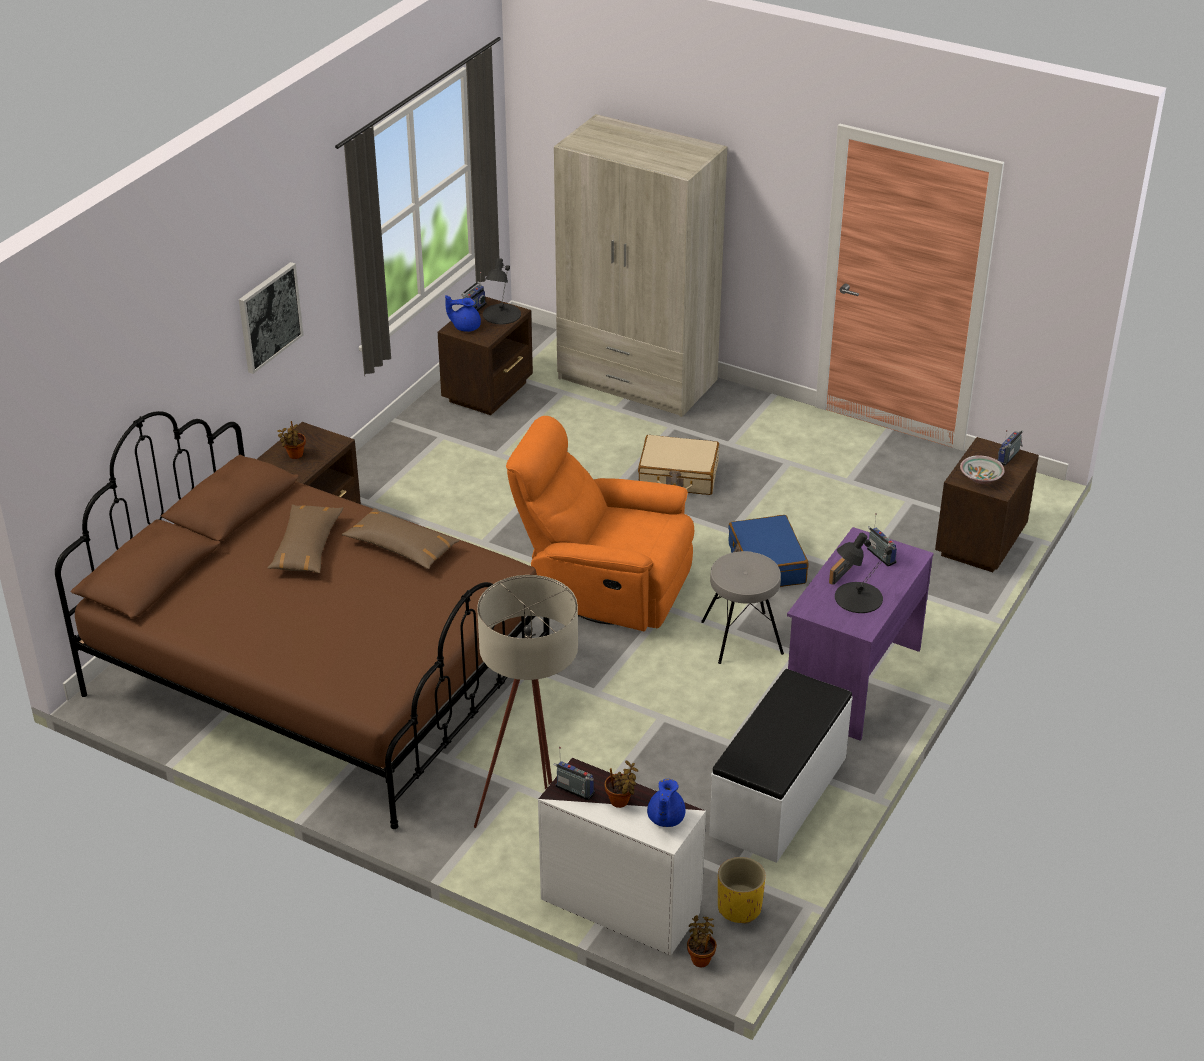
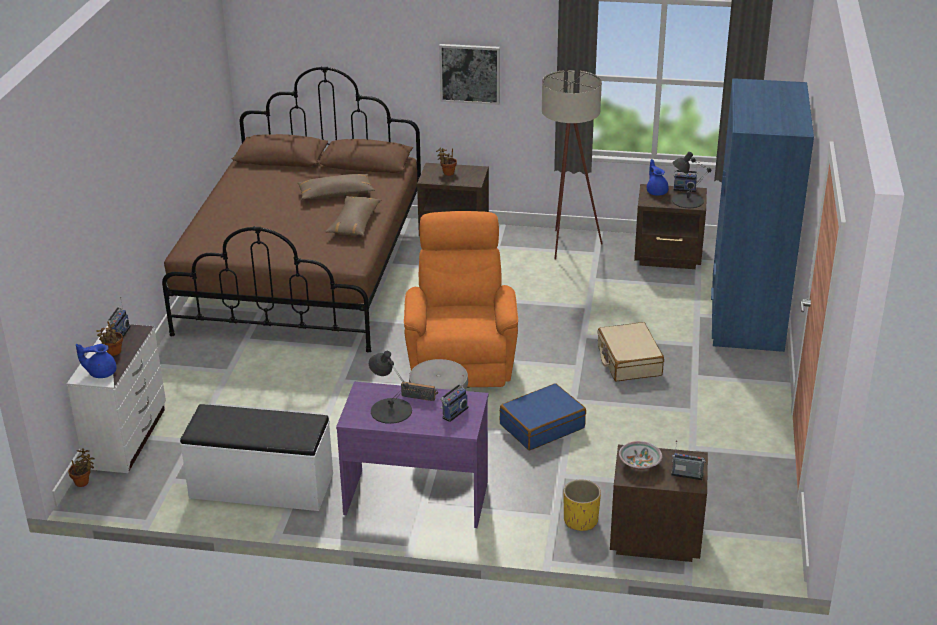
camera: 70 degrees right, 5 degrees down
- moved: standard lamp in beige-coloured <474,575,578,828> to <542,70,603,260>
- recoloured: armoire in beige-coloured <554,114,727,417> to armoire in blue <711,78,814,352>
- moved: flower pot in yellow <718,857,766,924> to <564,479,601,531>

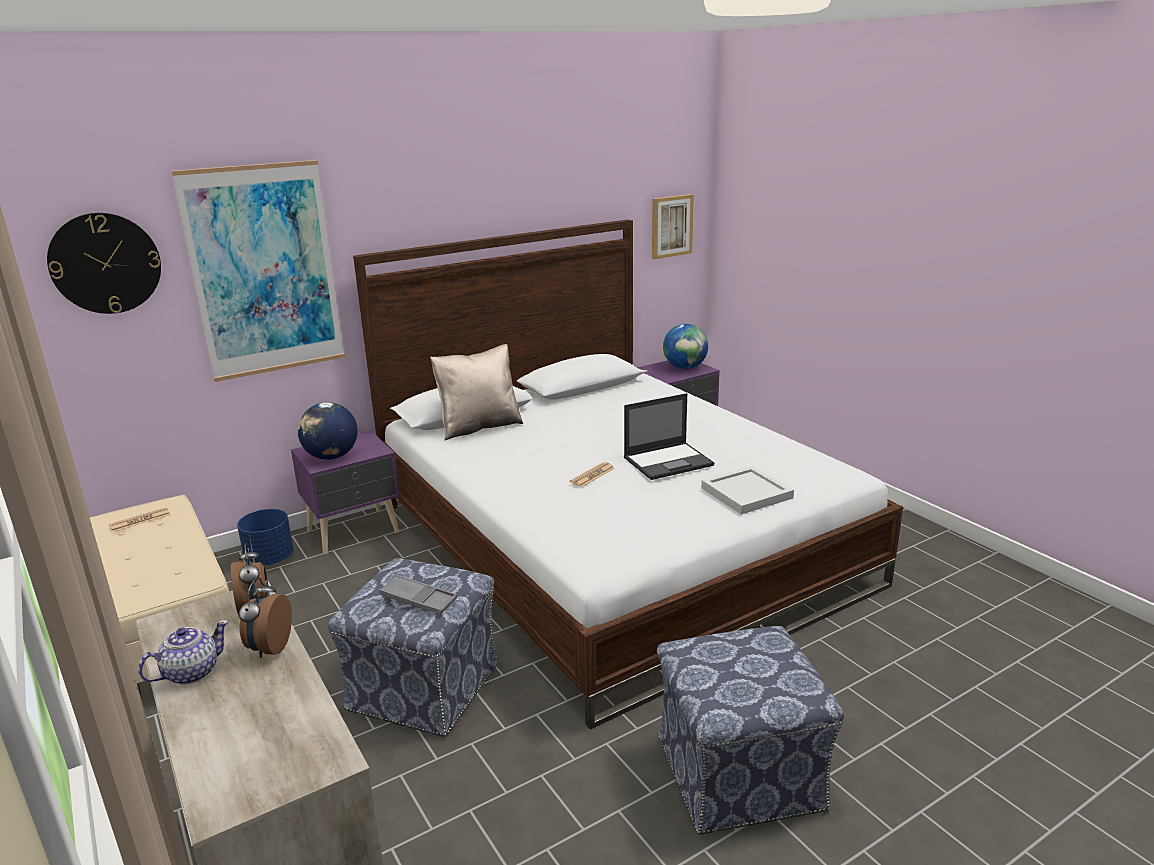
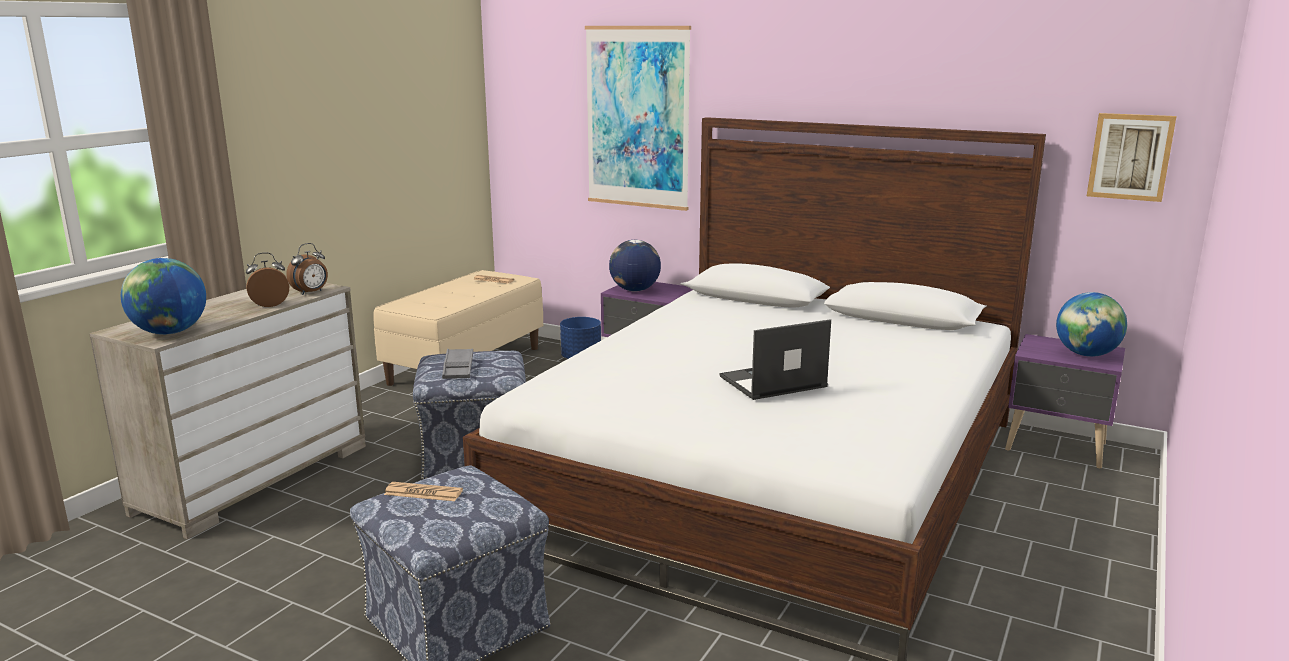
camera: 60 degrees right, 5 degrees down
- removed: hanging clock <47,213,161,314>
- removed: teapot <138,620,229,685>
- removed: throw pillow in beige-coloured <430,344,523,440>
- moved: daily paper <570,462,615,487> to <384,482,463,501>
- turned: laptop <624,393,714,480> = <719,319,831,400> 120 degrees clockwise
- removed: tray in whitish <701,466,794,515>
- added: world globe <121,258,206,335>

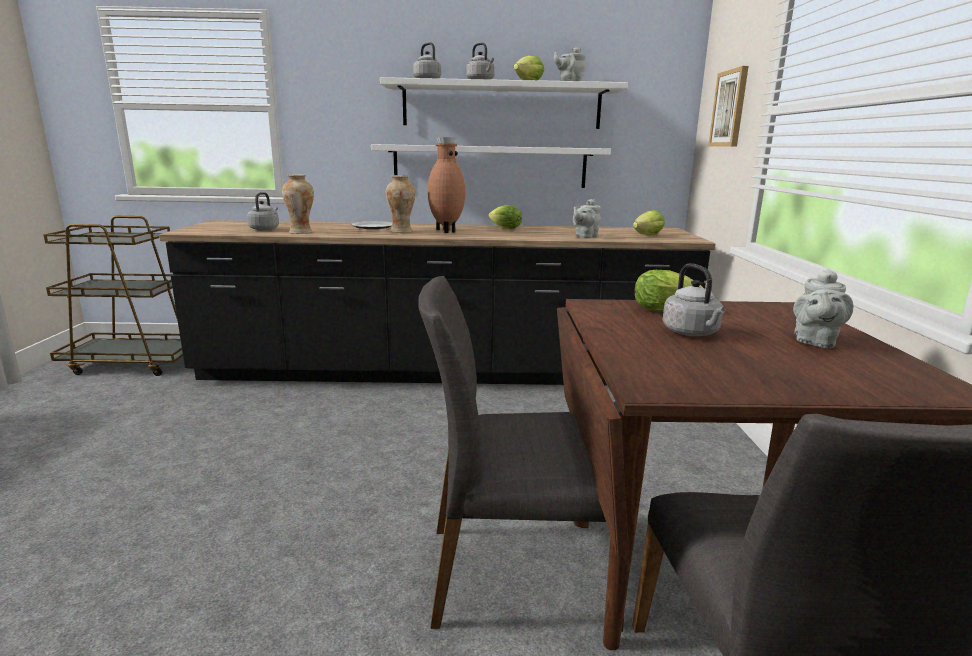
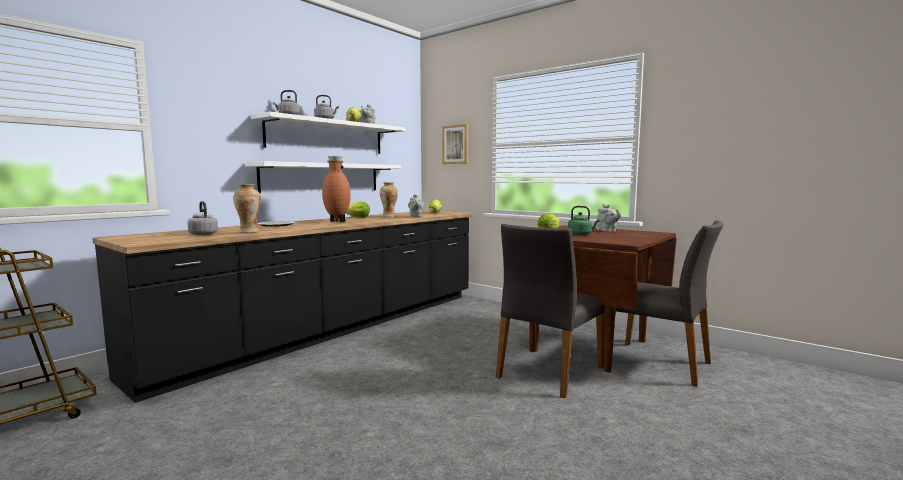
camera: 50 degrees left, 10 degrees down
- moved: vase <386,175,415,233> to <380,182,398,217>
- recoloured: water kettle in greyish <663,263,726,336> to water kettle in greenish <568,206,599,235>

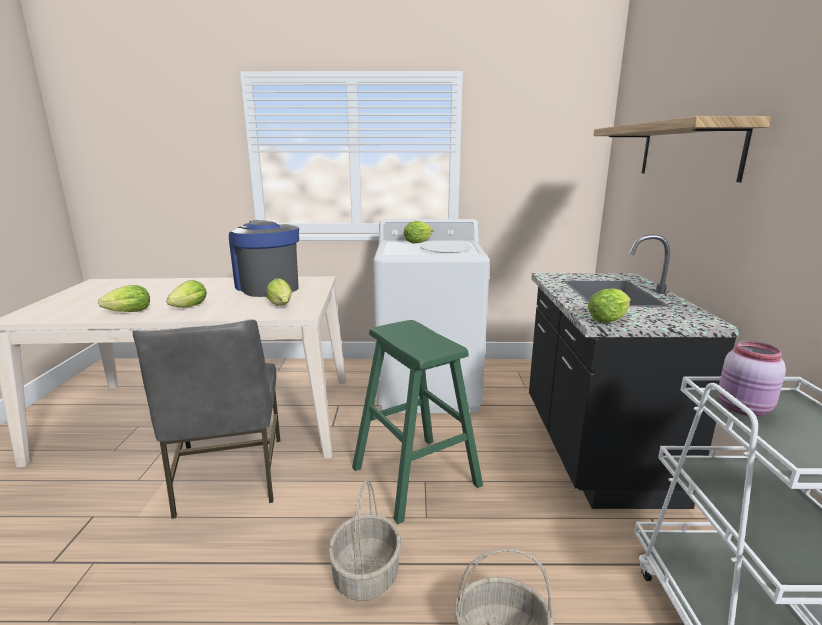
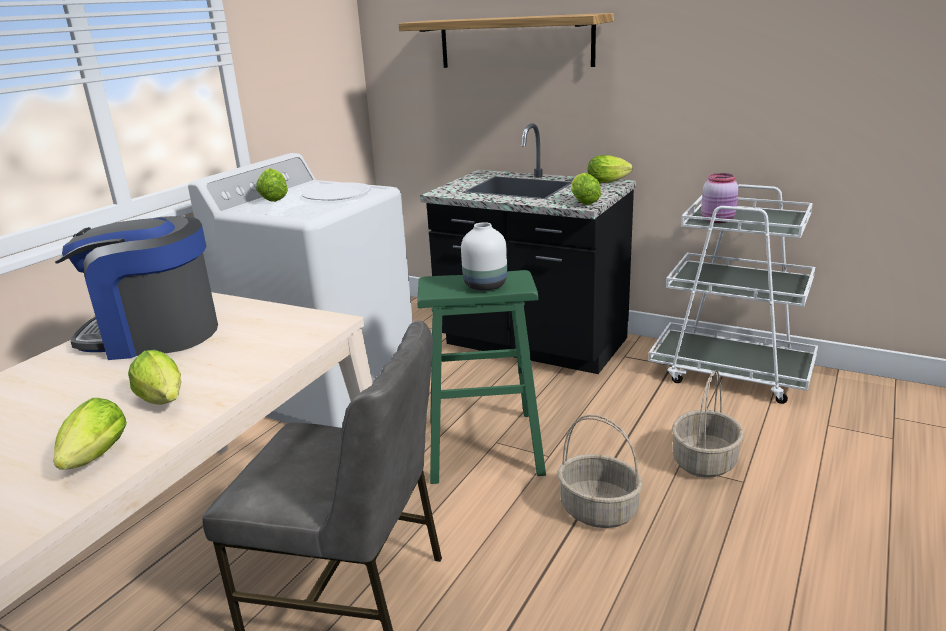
camera: 60 degrees left, 5 degrees up
- moved: lettuce <266,278,292,306> to <588,155,633,183>
- added: vase in whitish <461,222,507,291>

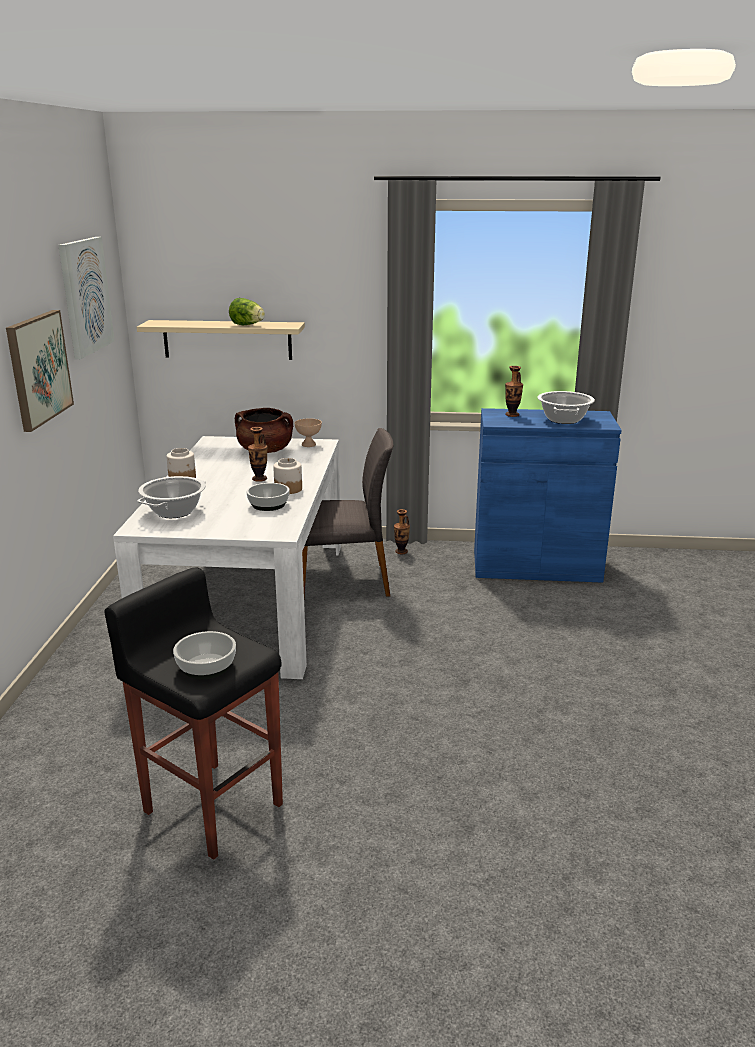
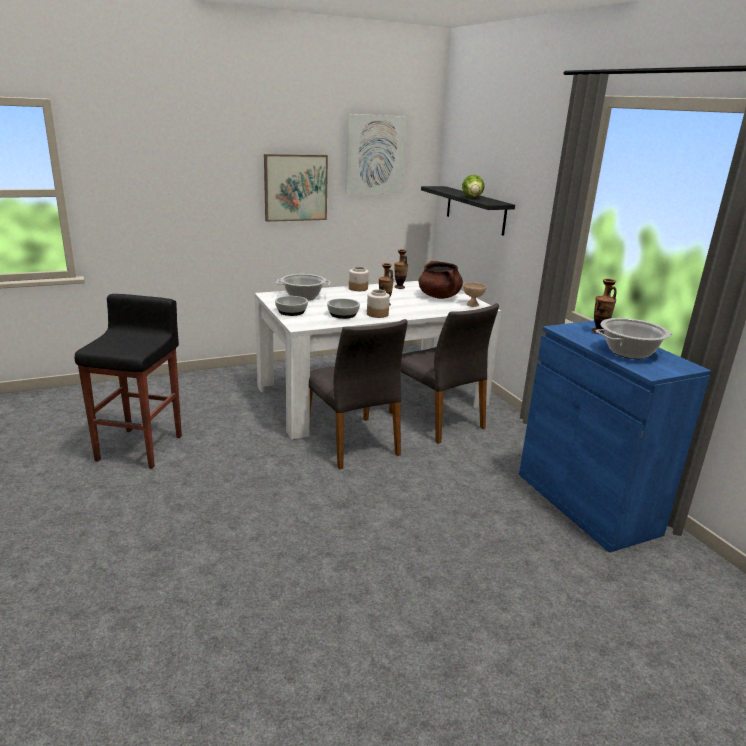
camera: 60 degrees right, 0 degrees up
- recoloured: shelf in beige-coloured <137,320,305,360> to shelf in blackish <421,186,515,235>
- moved: deep dish <173,631,236,679> to <275,296,308,316>
- moved: vase <394,509,410,554> to <394,249,408,289>
- added: plain chair in greyish <309,319,408,469>

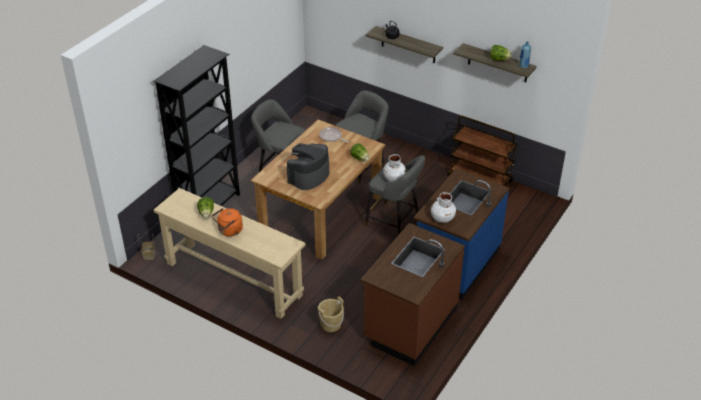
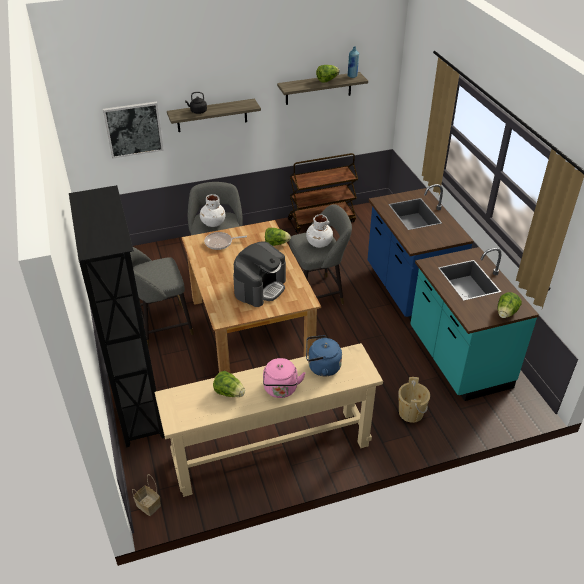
camera: 50 degrees left, 0 degrees up
- recoloured: water kettle in orange-coloured <212,208,243,237> to water kettle in pinkish <263,358,306,398>
- turned: coffee maker <287,143,329,190> = <233,241,286,307> 135 degrees counterclockwise
- recoloured: counter in brown-coloured <360,223,465,366> to counter in turquoise-coloured <410,247,539,401>
- moved: vase in whitish <431,192,456,223> to <200,194,225,227>
- added: picture <103,102,164,159>
- added: water kettle in blue <306,335,342,377>
- added: lettuce <497,292,522,318>

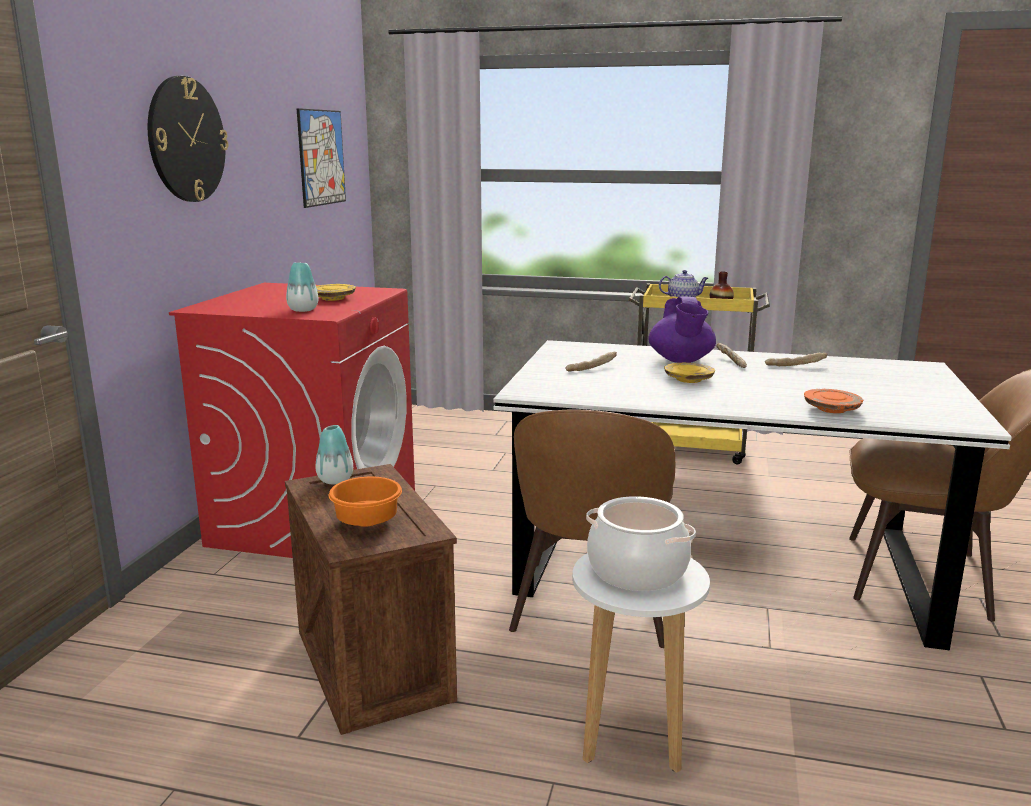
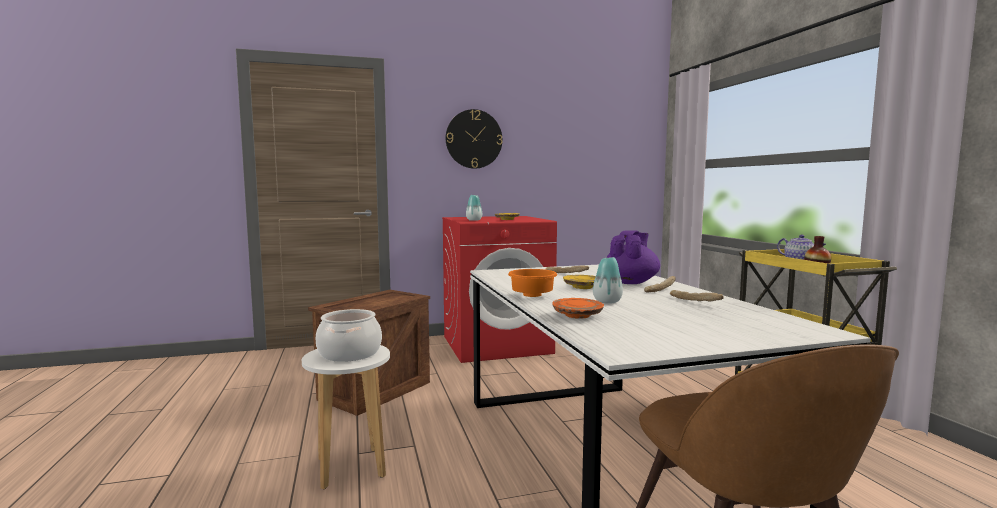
camera: 60 degrees right, 10 degrees down
- removed: picture <297,108,346,208>
- moved: vase <316,425,353,484> to <593,257,623,304>
- moved: deep dish in orange-coloured <329,476,402,527> to <508,269,557,297>
- removed: plain chair in brown-coloured <509,410,675,648>
- turned: teapot in purple-coloured <648,297,716,363> = <606,230,660,284> 150 degrees clockwise

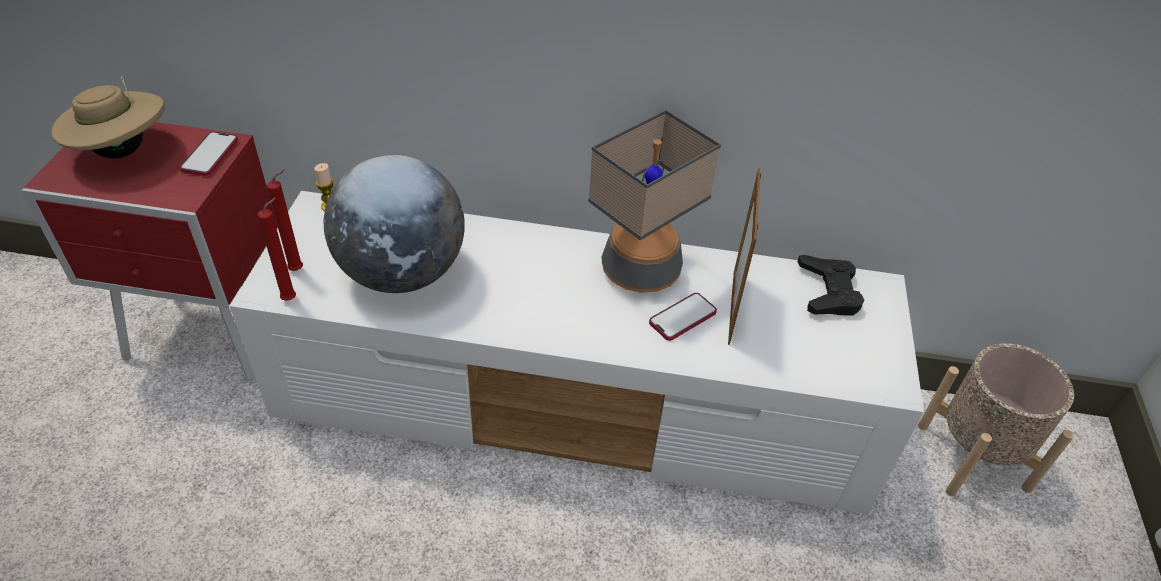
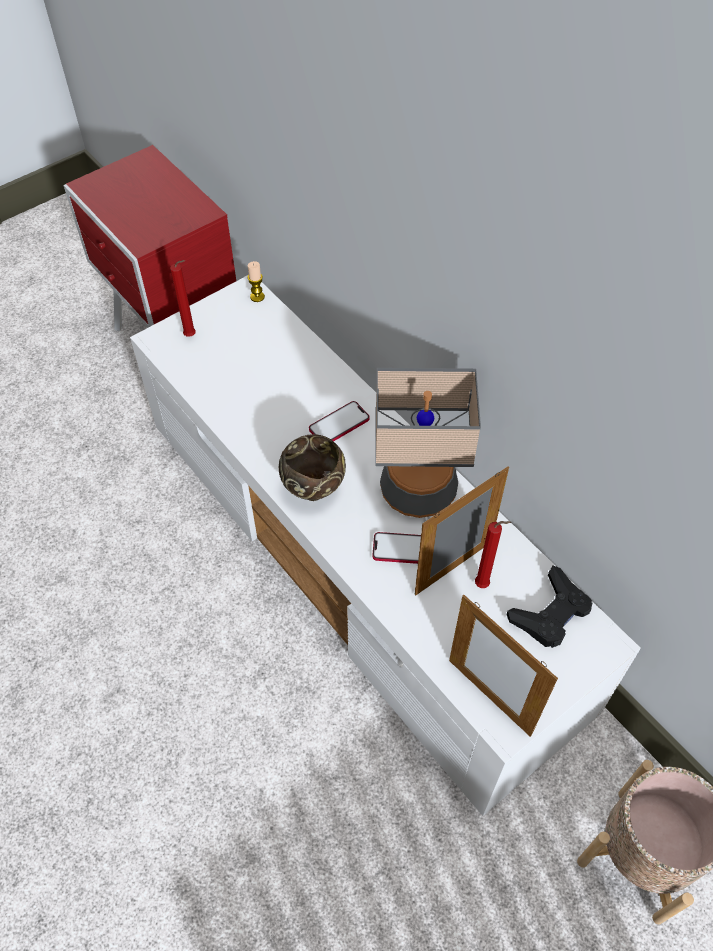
camera: 45 degrees right, 10 degrees up
- removed: hat in beige-coloured <51,76,165,159>
- moved: phone <180,132,238,176> to <309,401,369,441>
- moved: wax candle in reddish <258,198,296,301> to <475,521,511,588>
- removed: world globe <324,155,465,293>
- added: deep dish in brown-coloured <279,434,346,501>
- added: standing frame <449,595,558,737>

